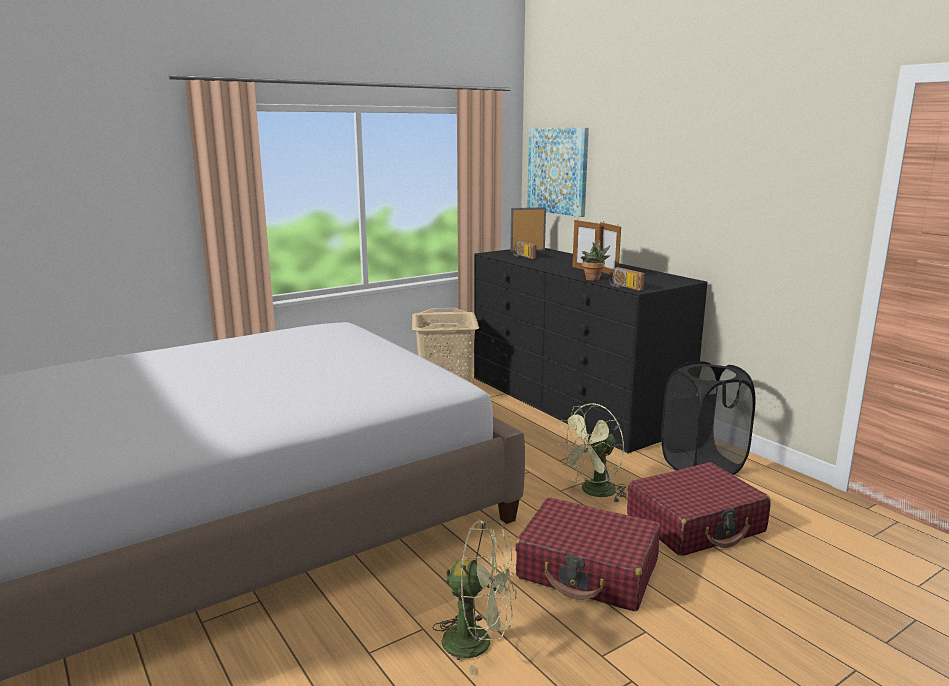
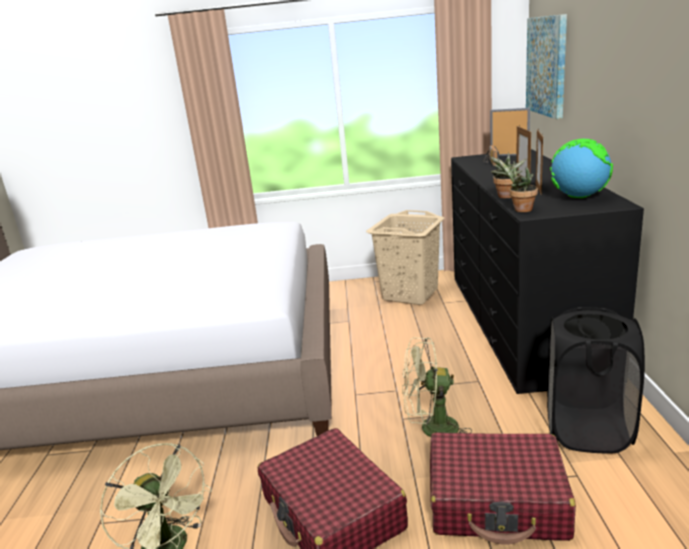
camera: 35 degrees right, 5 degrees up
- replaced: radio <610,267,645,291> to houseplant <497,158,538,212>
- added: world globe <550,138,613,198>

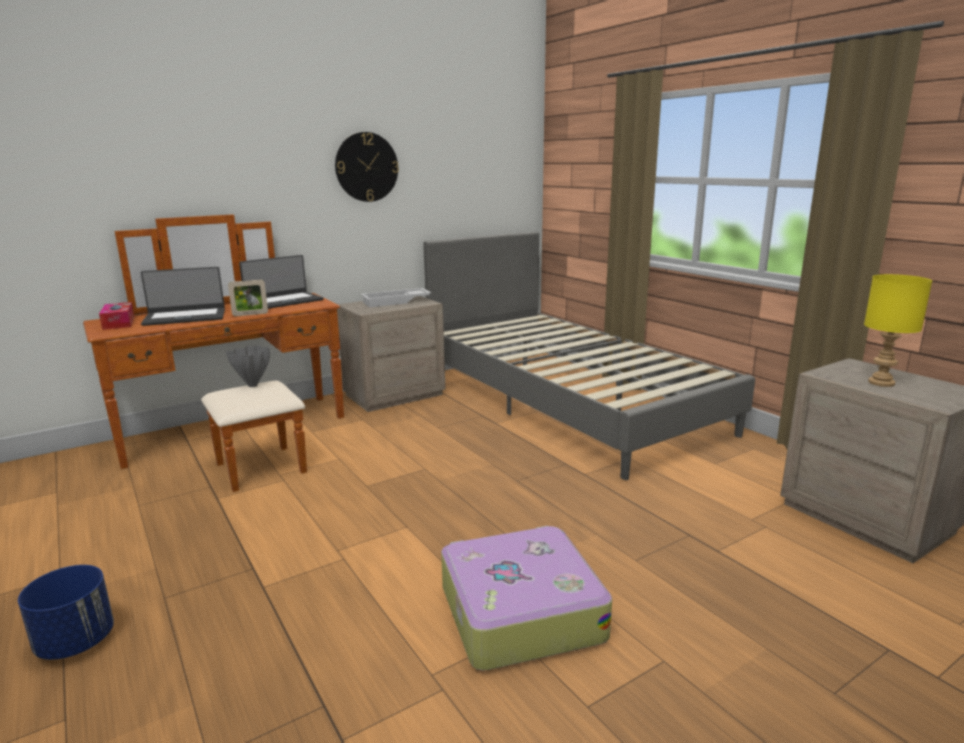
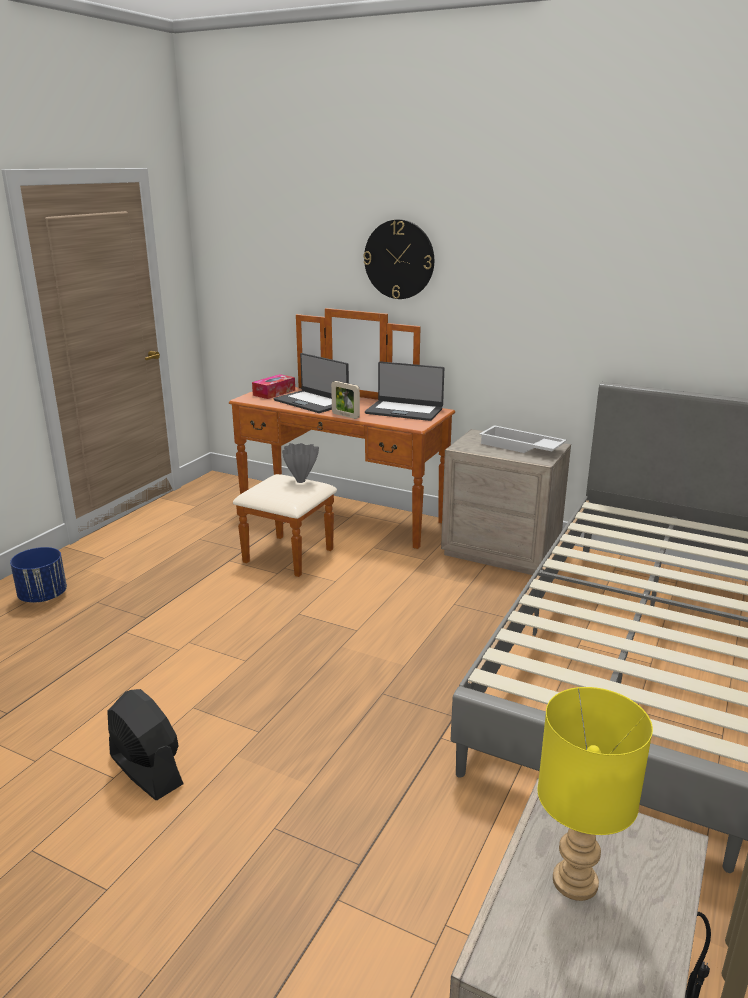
camera: 60 degrees right, 5 degrees up
- moved: hanging clock <335,132,399,202> to <363,219,434,299>
- replaced: travel case <441,526,612,671> to cooling fan in blackish <107,689,183,801>

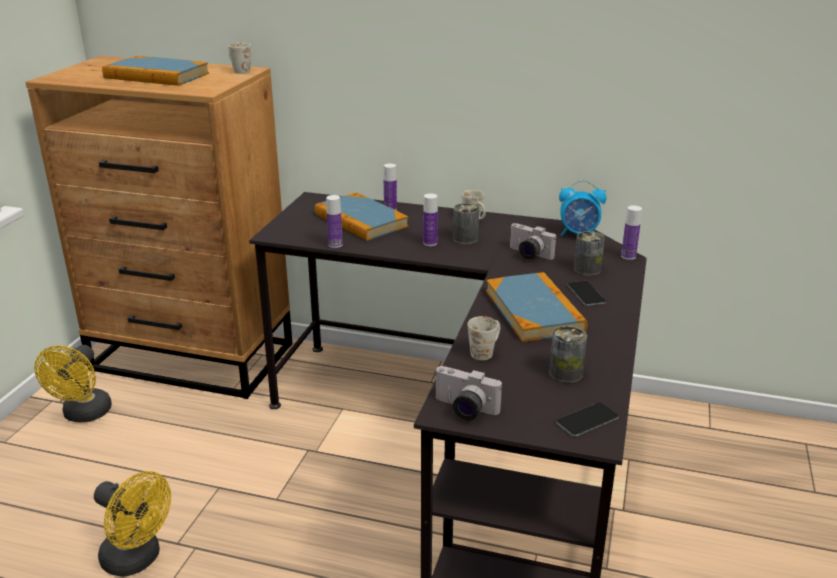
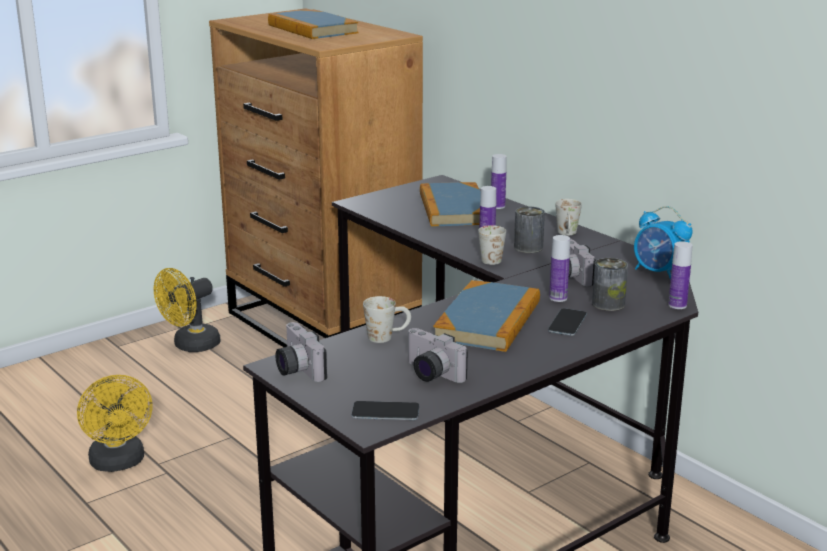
camera: 35 degrees right, 5 degrees down
- moved: tea mug in whitish <228,43,251,74> to <478,225,506,265>
- moved: bottle <326,195,343,248> to <549,235,570,302>
- replaced: metal can <549,326,587,383> to photo camera <407,328,468,383>

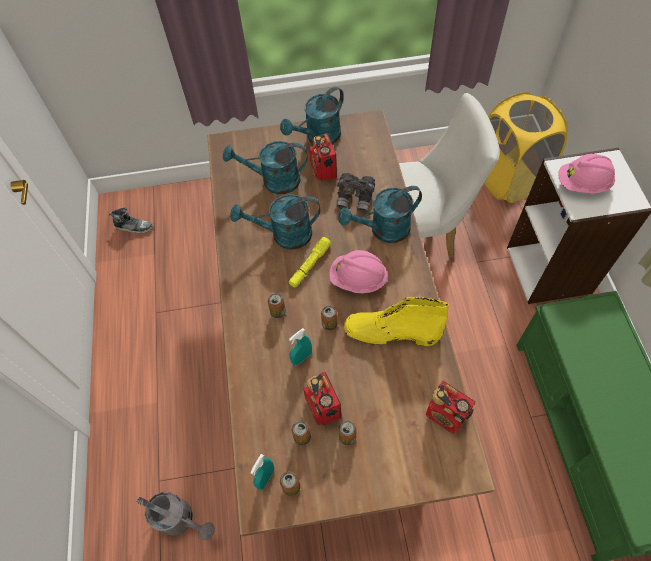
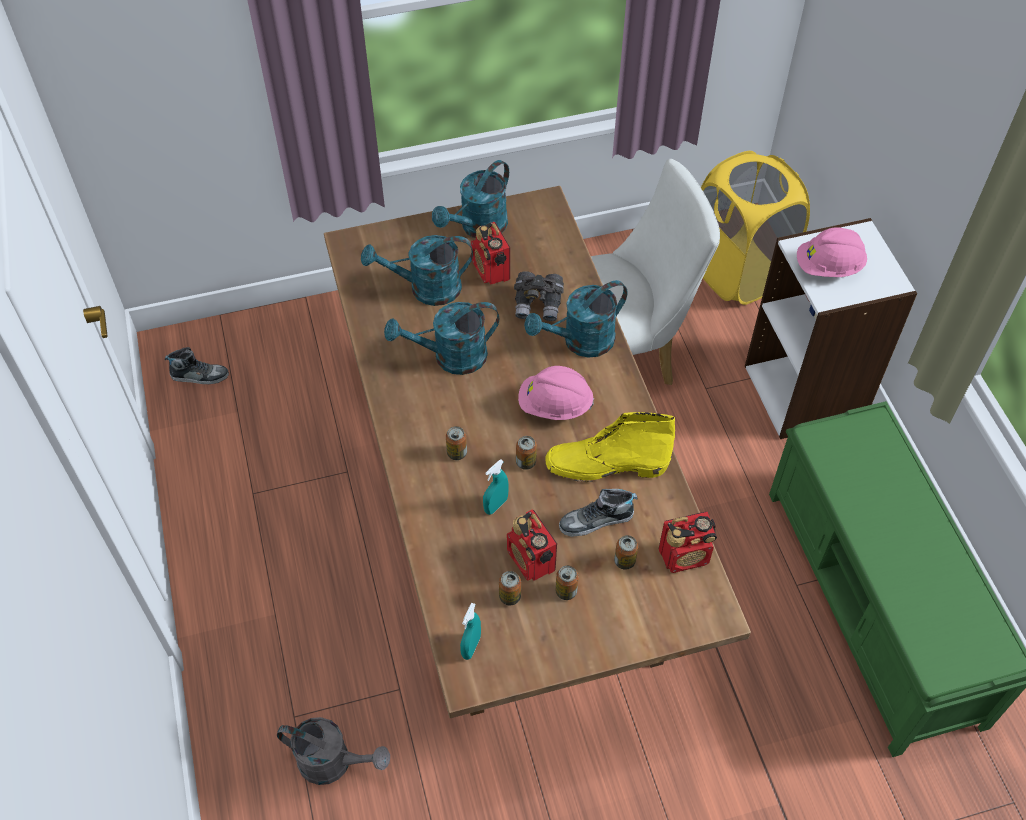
camera: 10 degrees left, 5 degrees down
- moved: metal can <280,471,300,496> to <614,535,638,570>
- removed: flashlight in yellow <289,237,331,288>
- turned: radio <426,381,475,434> = <659,511,717,573> 45 degrees counterclockwise
- added: low shoe <559,489,638,537>

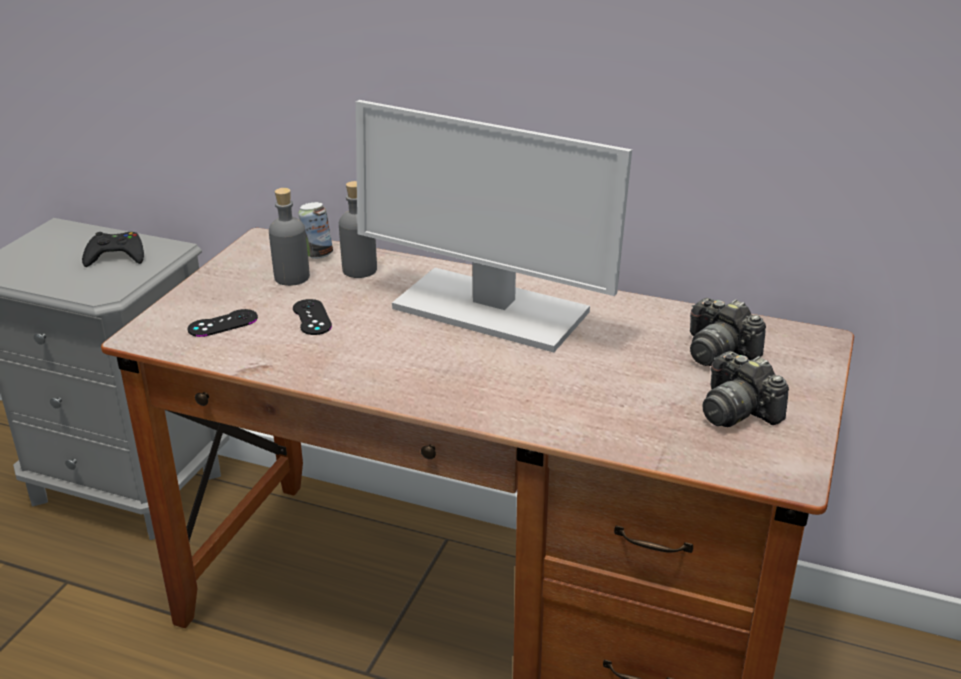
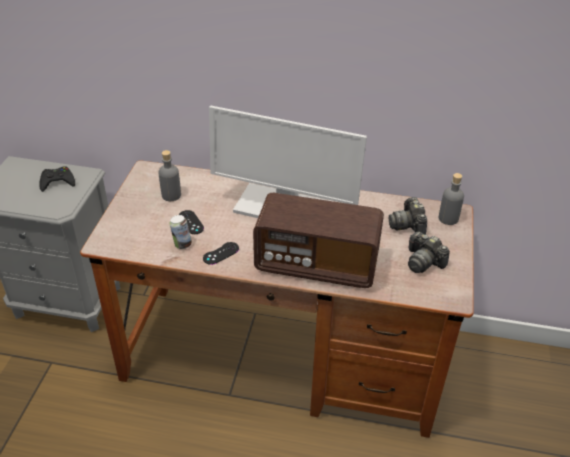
camera: 10 degrees left, 10 degrees up
- moved: game controller in blackish <188,309,258,337> to <203,242,239,265>
- moved: metal can <299,202,333,259> to <169,215,192,249>
- moved: bottle in greyish <339,181,377,278> to <439,173,464,225>
- turned: photo camera <690,298,766,366> = <389,197,427,234> 45 degrees clockwise
- added: radio <253,193,384,288>

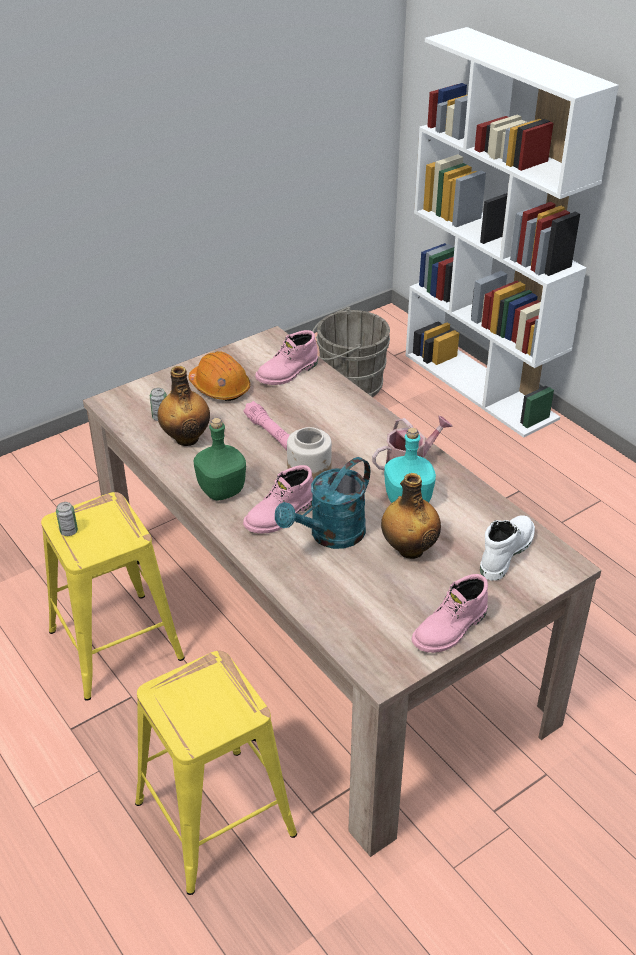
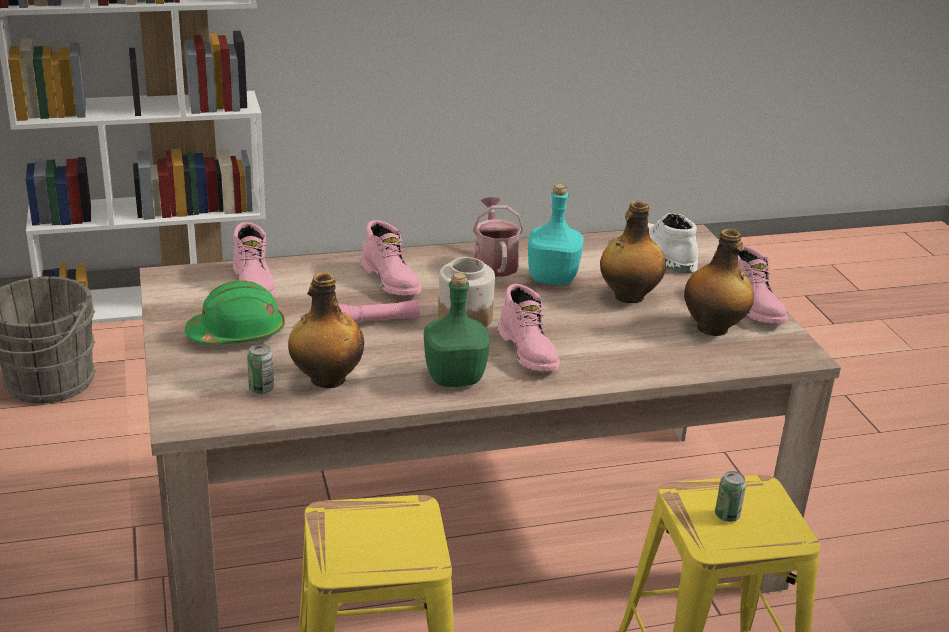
camera: 70 degrees left, 10 degrees down
- moved: metal can <56,502,78,536> to <715,471,746,522>
- recoloured: work helmet in orange-coloured <188,351,250,401> to work helmet in greenish <185,280,285,344>
- removed: sprinkling can in turquoise-coloured <275,457,370,549>
- added: high-top boot in pinkish <361,220,421,295>
- added: bottle <684,229,754,336>

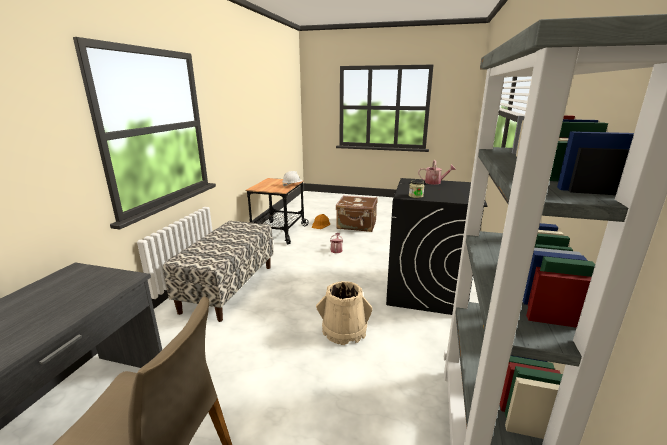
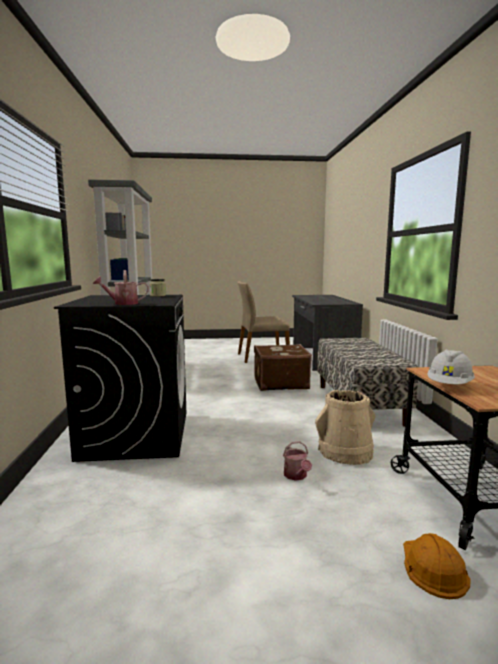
camera: 160 degrees right, 10 degrees down
- moved: bucket in beige-coloured <316,281,372,345> to <315,390,376,465>
- moved: travel case in brown-coloured <336,195,378,232> to <254,344,312,391>

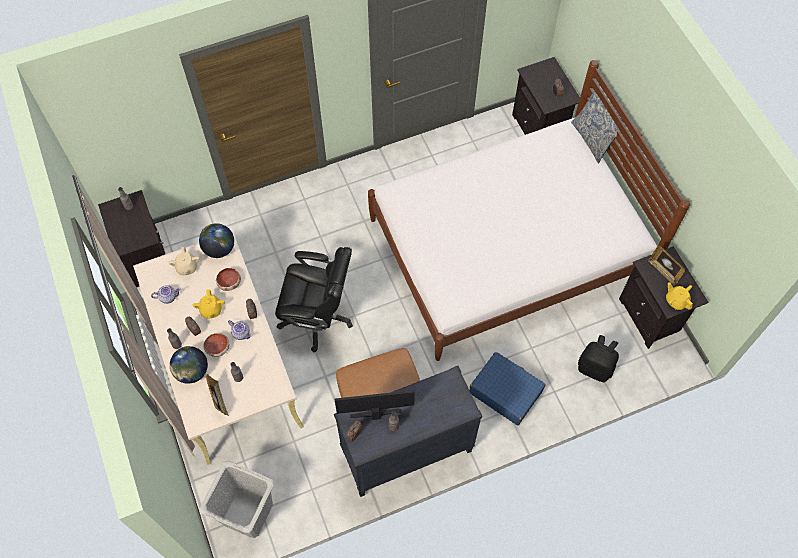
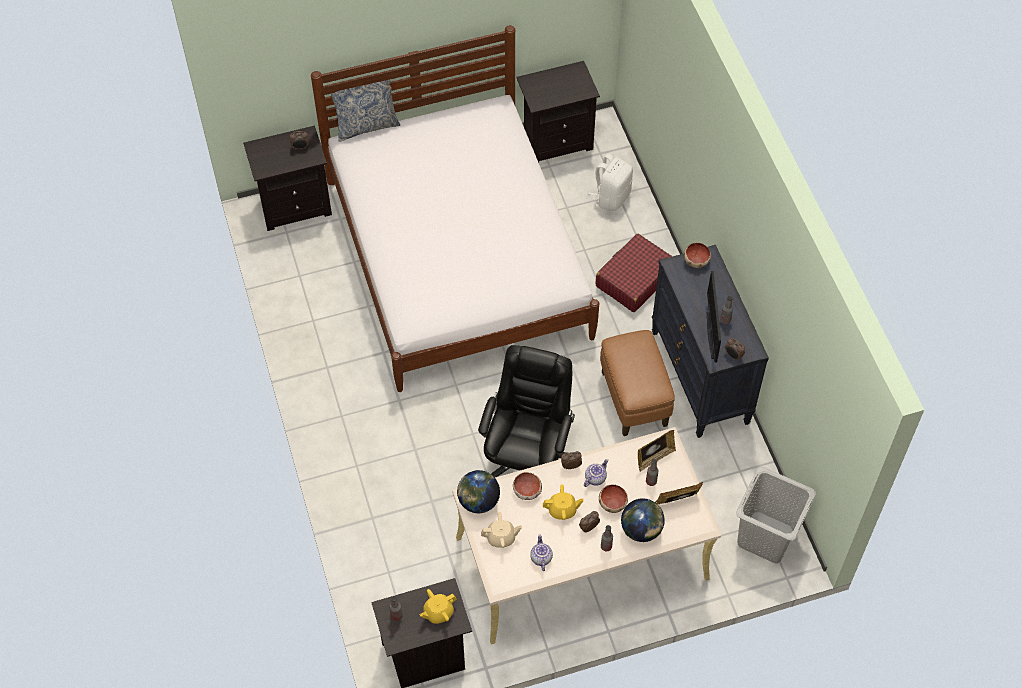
camera: 85 degrees left, 5 degrees down
- recoloured: travel case in blue <469,352,546,425> to travel case in reddish <596,234,672,312>
- recoloured: knapsack in blackish <578,335,619,382> to knapsack in whitish <589,153,633,211>
- moved: standing frame <648,245,685,286> to <638,430,676,472>
- moved: teapot in yellow <666,282,693,310> to <420,589,457,624>
- added: deep dish <684,243,711,268>

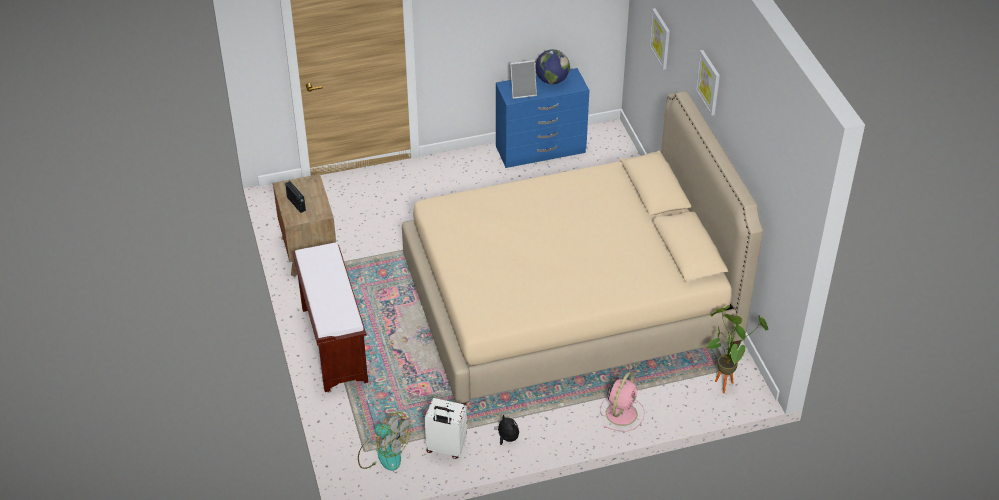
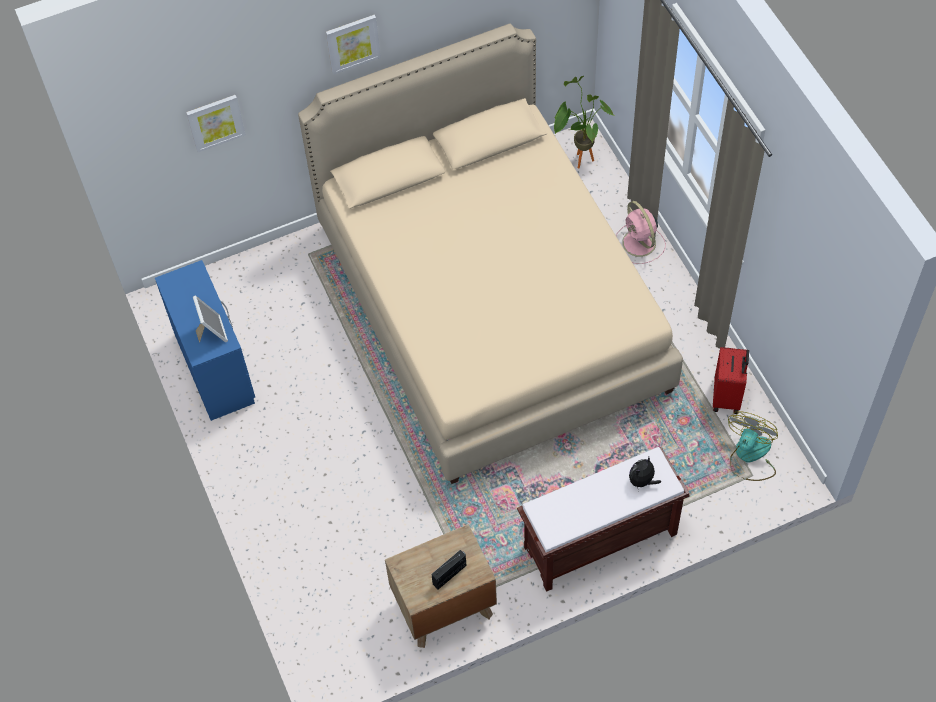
camera: 95 degrees left, 15 degrees up
- recoloured: travel case in whitish <425,398,467,459> to travel case in reddish <713,347,749,414>
- moved: plush toy <495,414,519,445> to <629,457,661,488>
- removed: world globe <535,49,570,84>
- turned: cooling fan in pinkish <600,372,645,432> = <616,201,666,264> 135 degrees counterclockwise

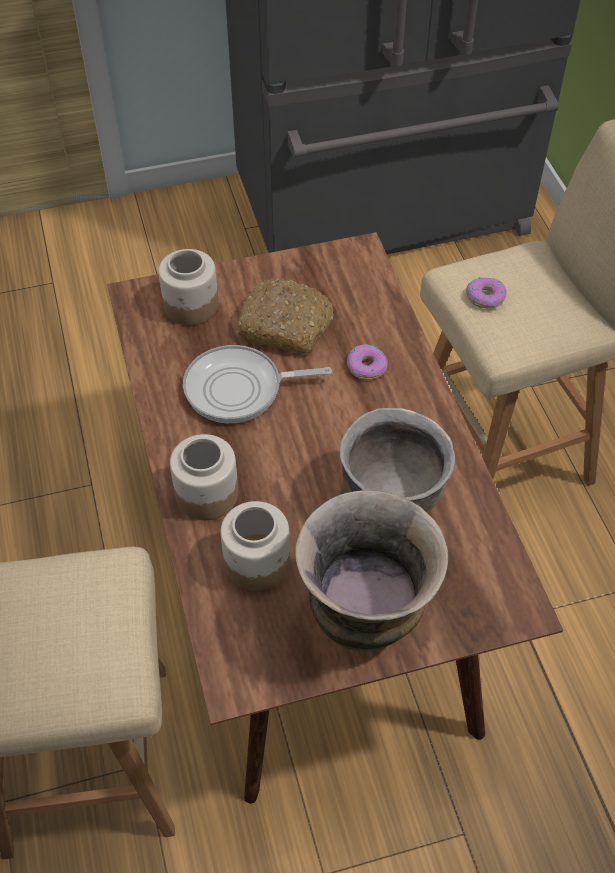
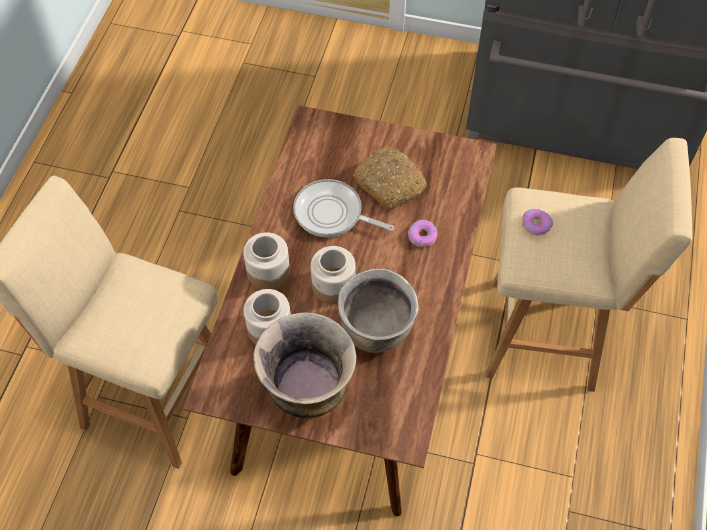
camera: 30 degrees right, 5 degrees up
- moved: jar <158,249,219,325> to <311,246,356,304>

